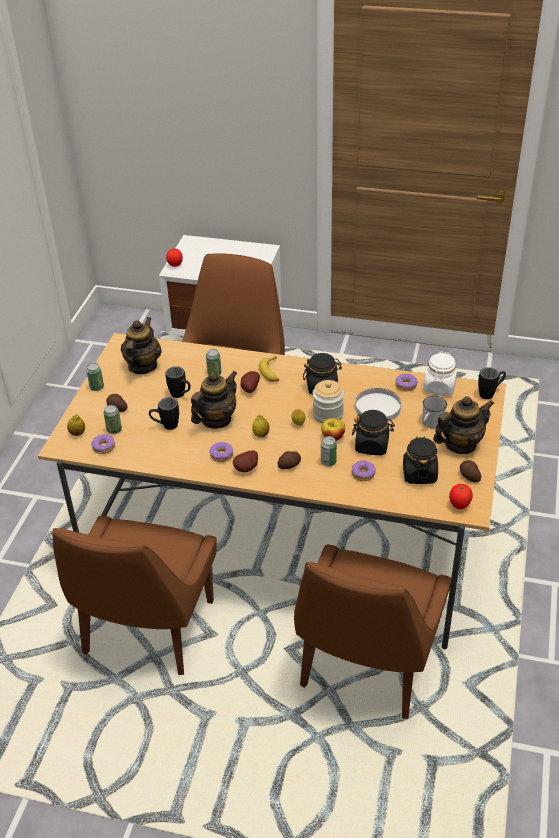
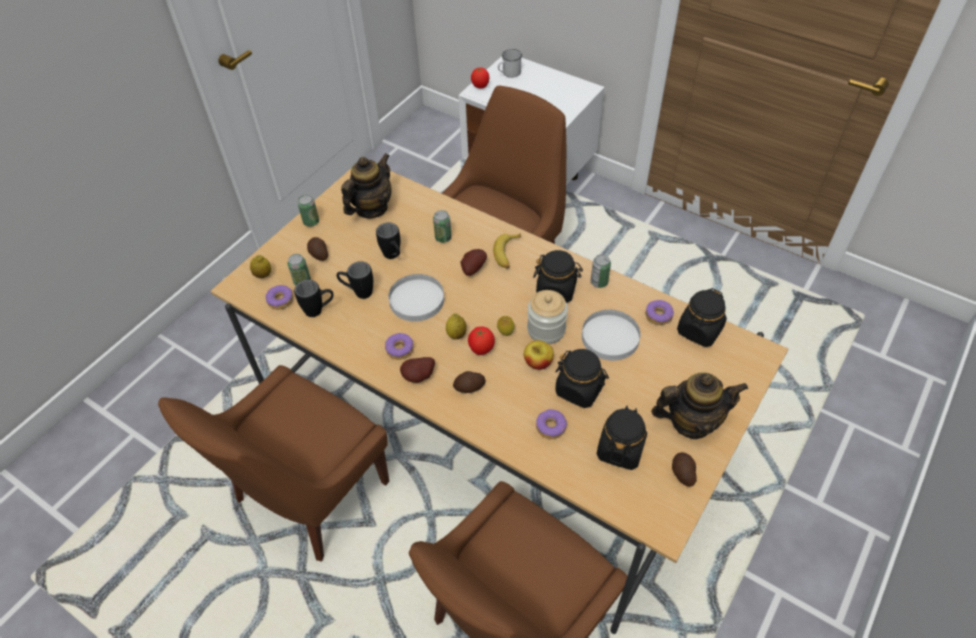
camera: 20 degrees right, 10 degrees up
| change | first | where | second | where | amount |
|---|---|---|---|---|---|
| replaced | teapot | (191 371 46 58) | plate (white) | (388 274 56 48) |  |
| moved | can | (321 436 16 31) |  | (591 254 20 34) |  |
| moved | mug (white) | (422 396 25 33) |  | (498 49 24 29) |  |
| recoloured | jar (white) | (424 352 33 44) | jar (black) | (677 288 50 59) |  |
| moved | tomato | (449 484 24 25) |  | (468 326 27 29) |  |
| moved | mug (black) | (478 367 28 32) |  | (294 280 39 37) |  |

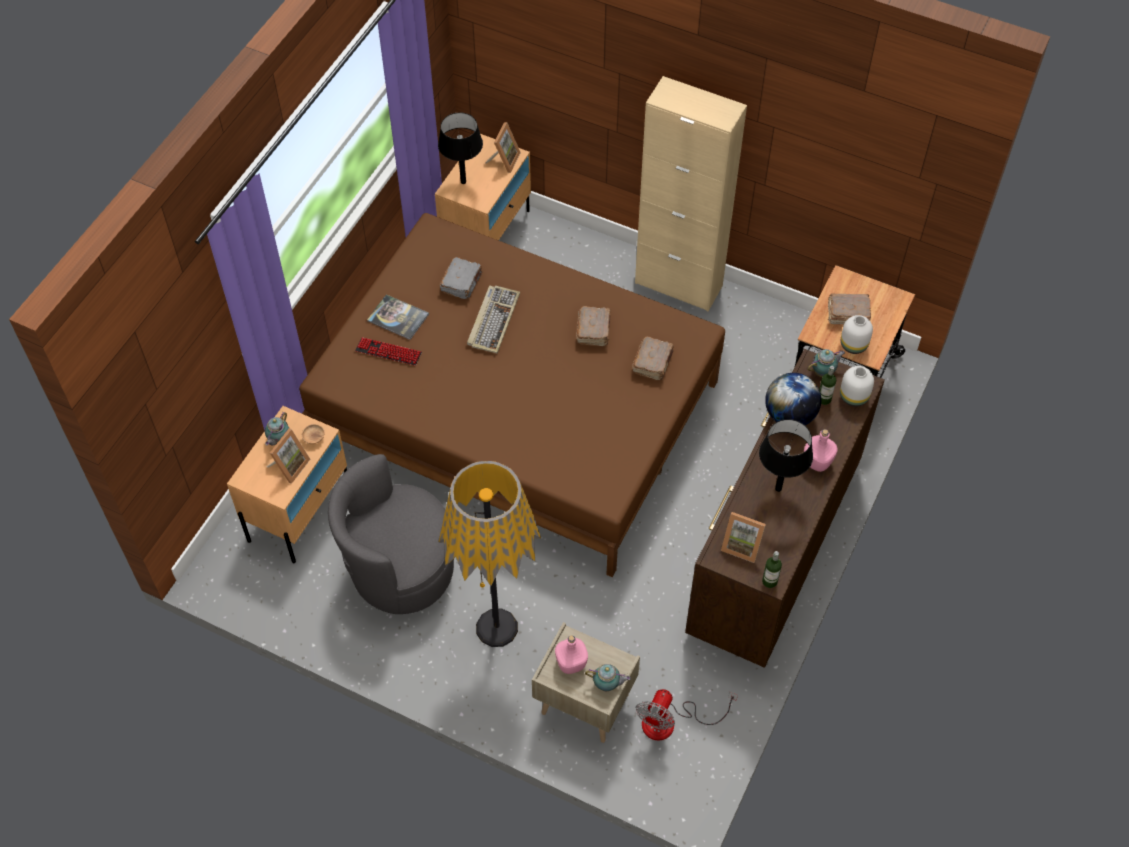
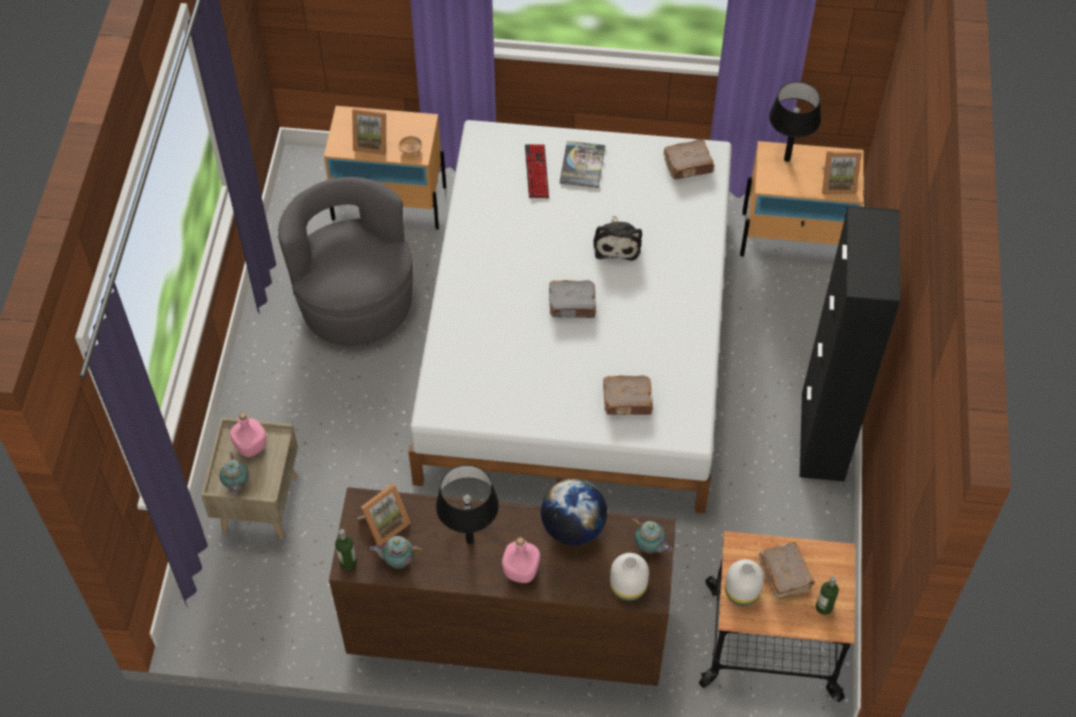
camera: 70 degrees right, 0 degrees up
| change | first | where | second | where | amount |
|---|---|---|---|---|---|
| moved | teapot | (265 412 25 34) |  | (370 536 53 33) |  |
| recoloured | bed (brown) | (299 213 426 364) | bed (white) | (409 120 323 394) |  |
| removed | floor lamp | (438 461 103 186) |  |  |  |
| moved | book (grey) | (440 257 42 42) |  | (549 280 47 38) |  |
| replaced | keyboard | (467 286 53 67) | plush toy | (593 216 49 45) |  |
| moved | book (brown) | (576 306 35 40) |  | (663 139 51 40) |  |
| recoloured | cabinet (beige) | (635 76 112 235) | cabinet (black) | (799 205 101 276) |  |
| removed | fan | (636 689 102 51) |  |  |  |
| turned | picture frame | (721 512 45 51) |  | (357 483 53 62) | 135 degrees counterclockwise |
| moved | bottle | (819 366 17 39) |  | (816 576 23 39) |  |

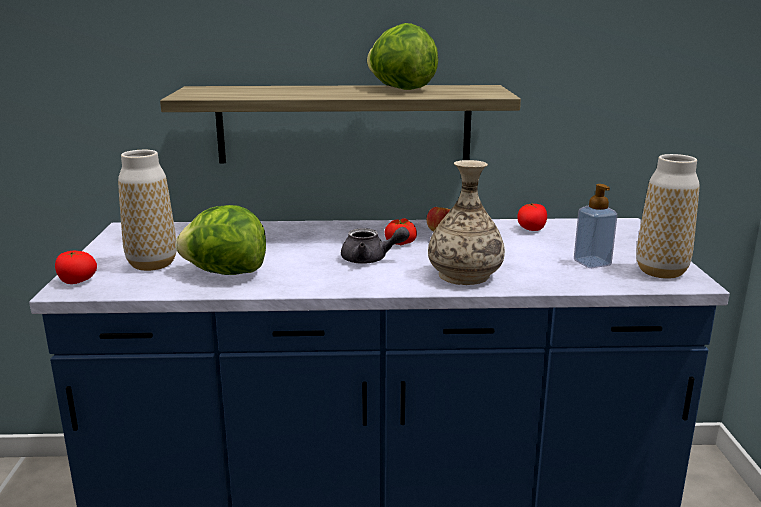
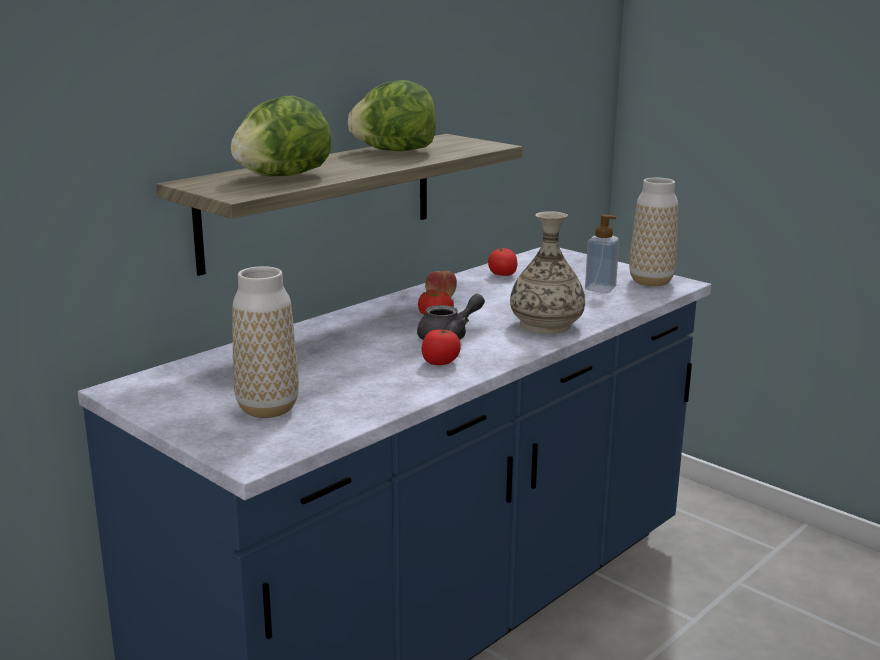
camera: 45 degrees left, 0 degrees up
| change | first | where | second | where | amount |
|---|---|---|---|---|---|
| moved | tomato | (55 251 42 33) |  | (422 329 39 36) |  |
| moved | lettuce | (176 205 90 70) |  | (231 96 101 81) |  |

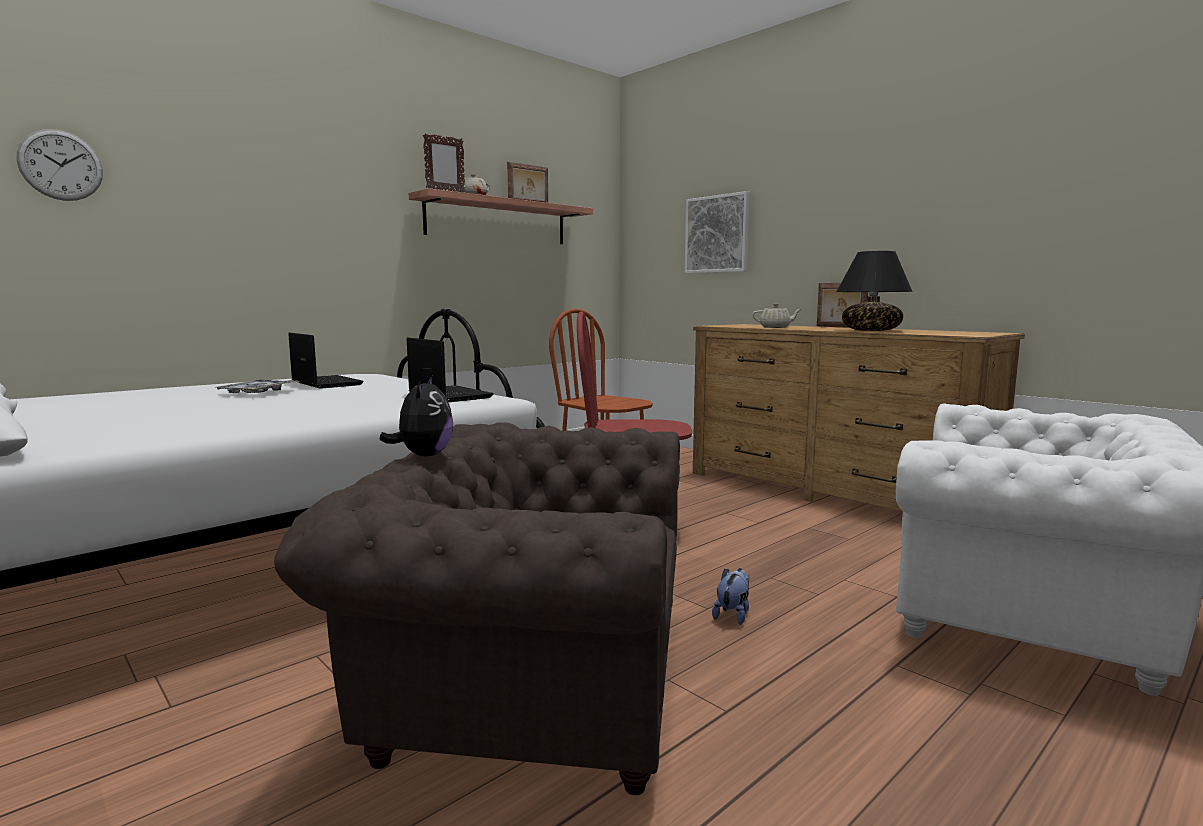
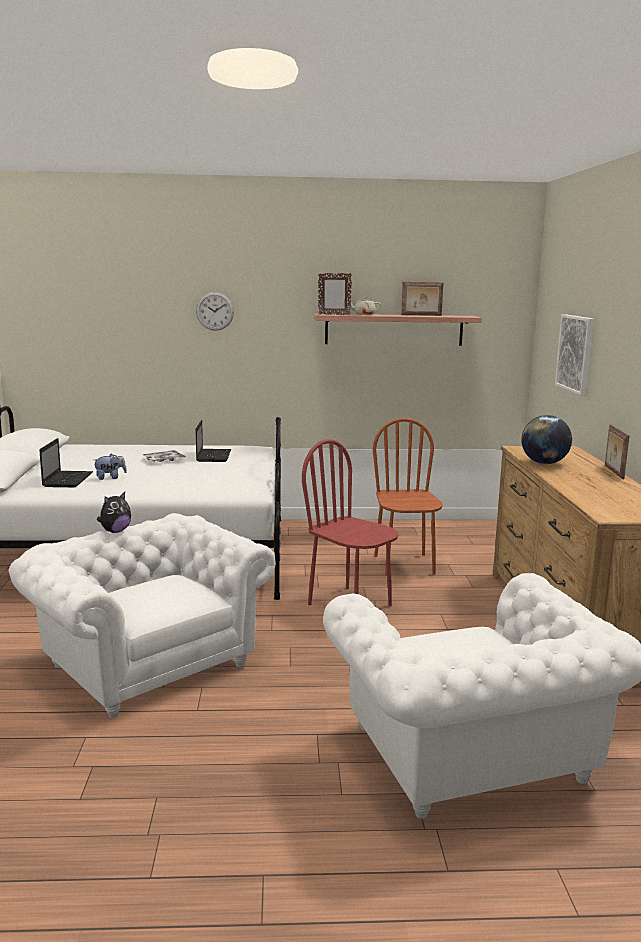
camera: 40 degrees right, 5 degrees up
| change | first | where | second | where | amount |
|---|---|---|---|---|---|
| moved | wall clock | (17 129 86 72) |  | (196 292 38 39) |  |
| recoloured | armchair (brown) | (274 422 406 373) | armchair (white) | (8 513 268 205) |  |
| moved | laptop | (406 337 88 65) |  | (39 438 54 49) |  |
| moved | plush toy | (712 568 37 57) |  | (94 454 33 26) |  |
| replaced | teapot (beige) | (752 304 49 24) | globe | (521 415 51 49) |  |
| removed | table lamp (black) | (836 251 77 80) |  |  |  |

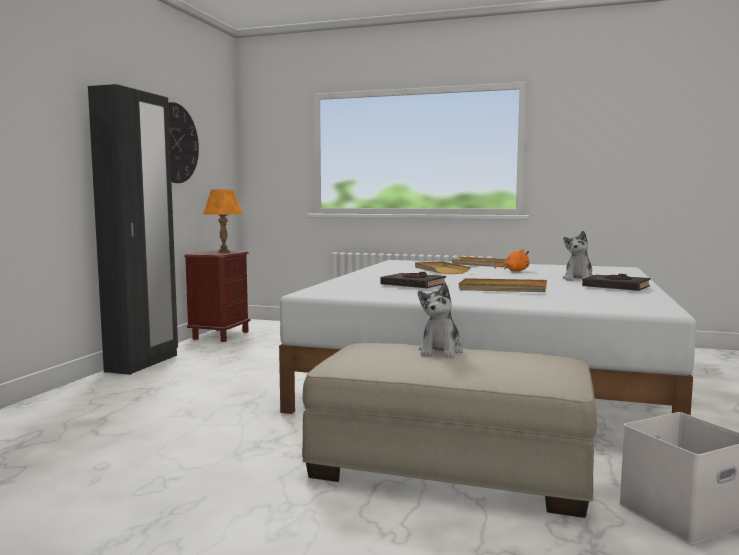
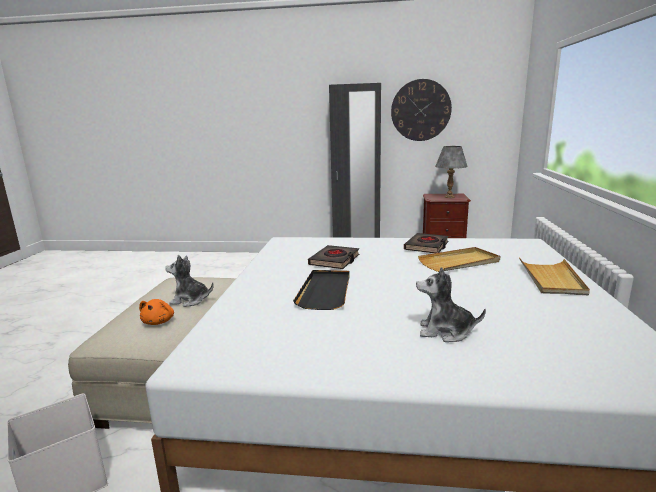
camera: 80 degrees right, 10 degrees up
| change | first | where | second | where | amount |
|---|---|---|---|---|---|
| recoloured | table lamp (orange) | (203 190 39 63) | table lamp (grey) | (435 146 33 52) |  |
| recoloured | tray (beige) | (459 278 88 14) | tray (black) | (293 270 57 40) |  |
| moved | plush toy (orange) | (494 249 35 22) |  | (139 299 35 26) |  |
| moved | book (black) | (582 274 68 17) |  | (404 233 45 20) |  |

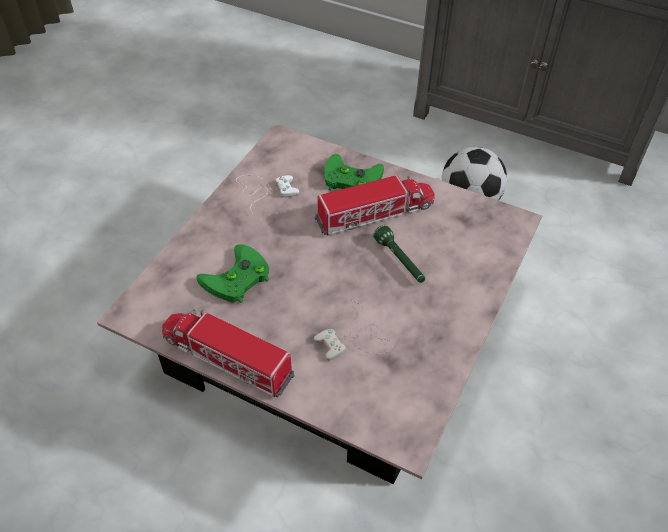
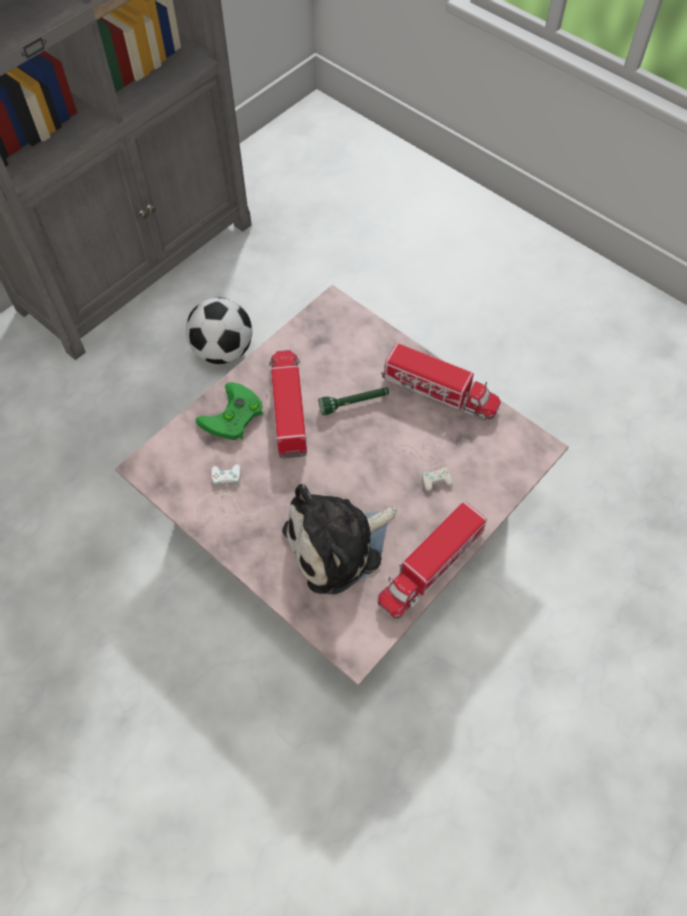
camera: 75 degrees left, 10 degrees up
| change | first | where | second | where | amount |
|---|---|---|---|---|---|
| replaced | game controller (green) | (196 244 73 59) | plush toy | (282 484 114 111) |  |
| added |  |  | toy truck | (381 343 120 77) |  |

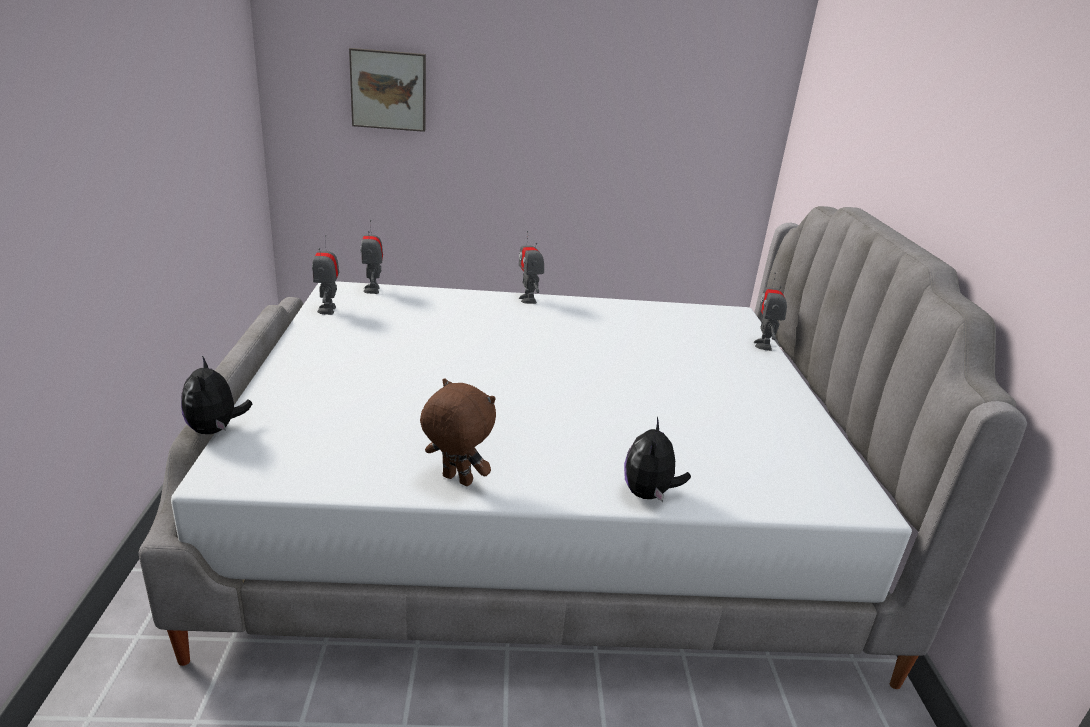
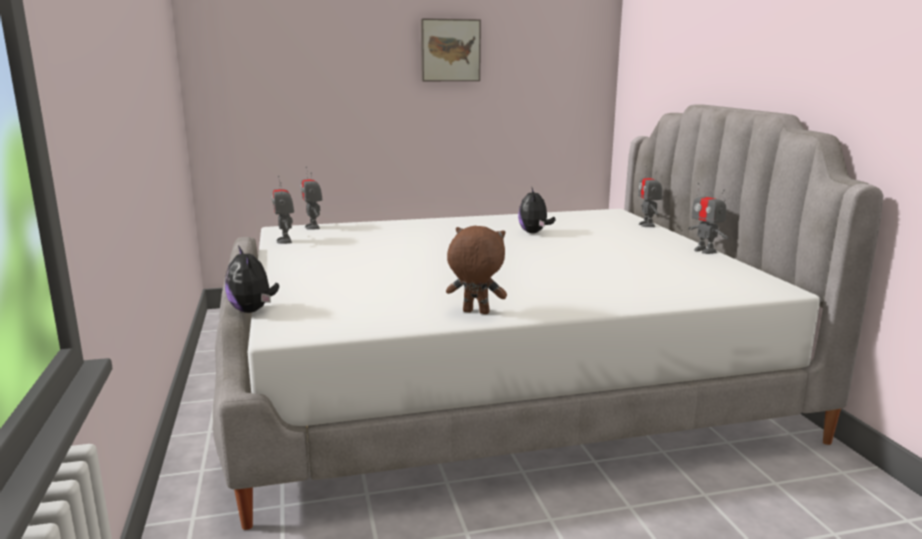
camera: 10 degrees left, 10 degrees down
| change | first | where | second | where | amount |
|---|---|---|---|---|---|
| moved | picture | (349 48 77 84) |  | (421 18 60 63) |  |
| moved | toy robot | (519 231 25 73) |  | (688 183 40 71) |  |
| moved | plush toy | (624 417 67 85) |  | (518 188 38 45) |  |

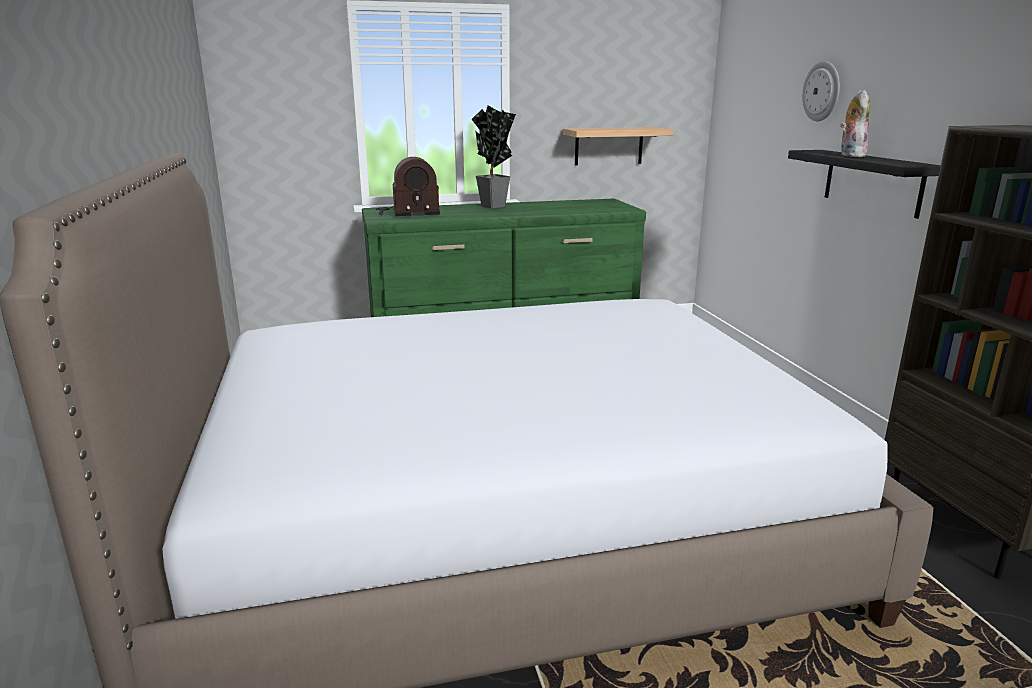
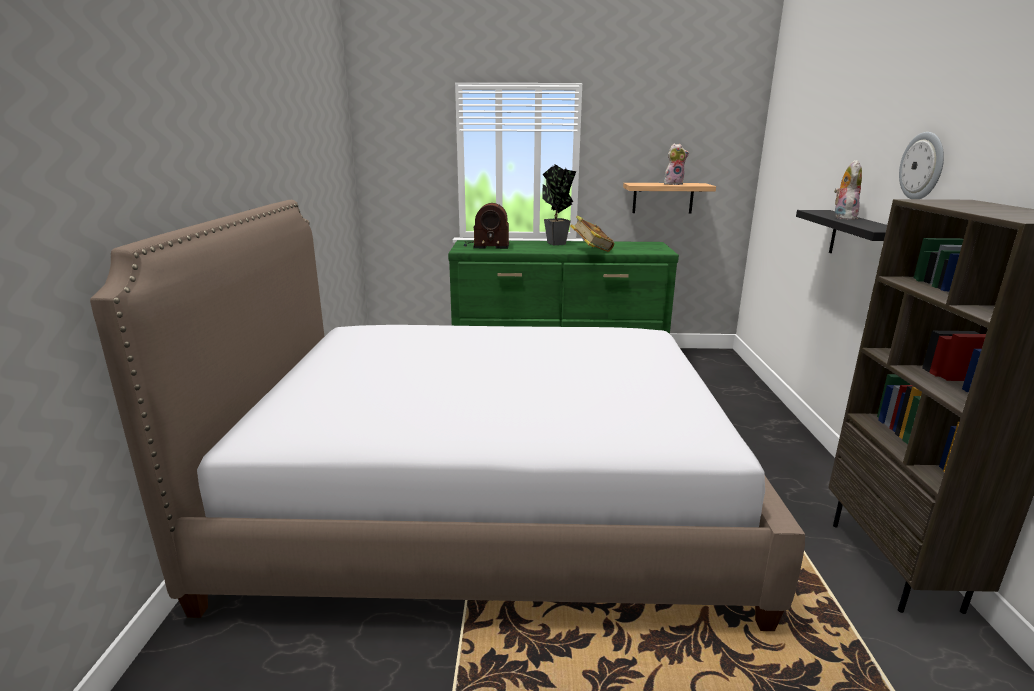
camera: 15 degrees right, 0 degrees up
| change | first | where | second | where | amount |
|---|---|---|---|---|---|
| moved | wall clock | (802 61 38 60) |  | (899 132 45 67) |  |
| added |  |  | book | (570 216 45 36) |  |
| added |  |  | plush toy | (664 144 25 41) |  |

